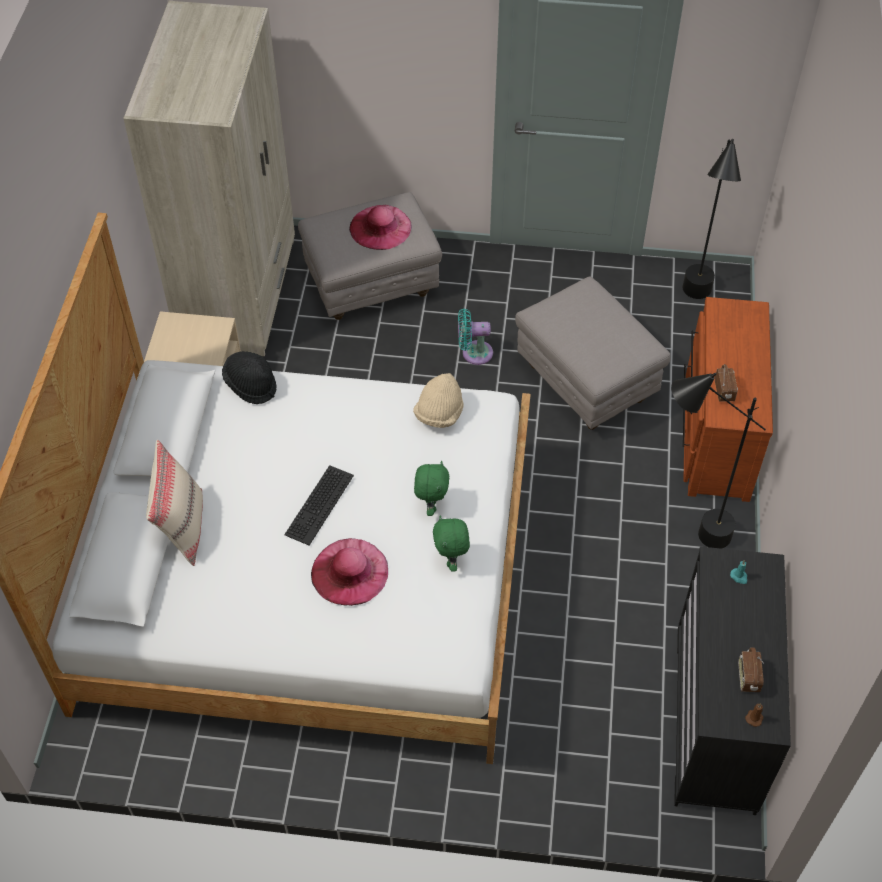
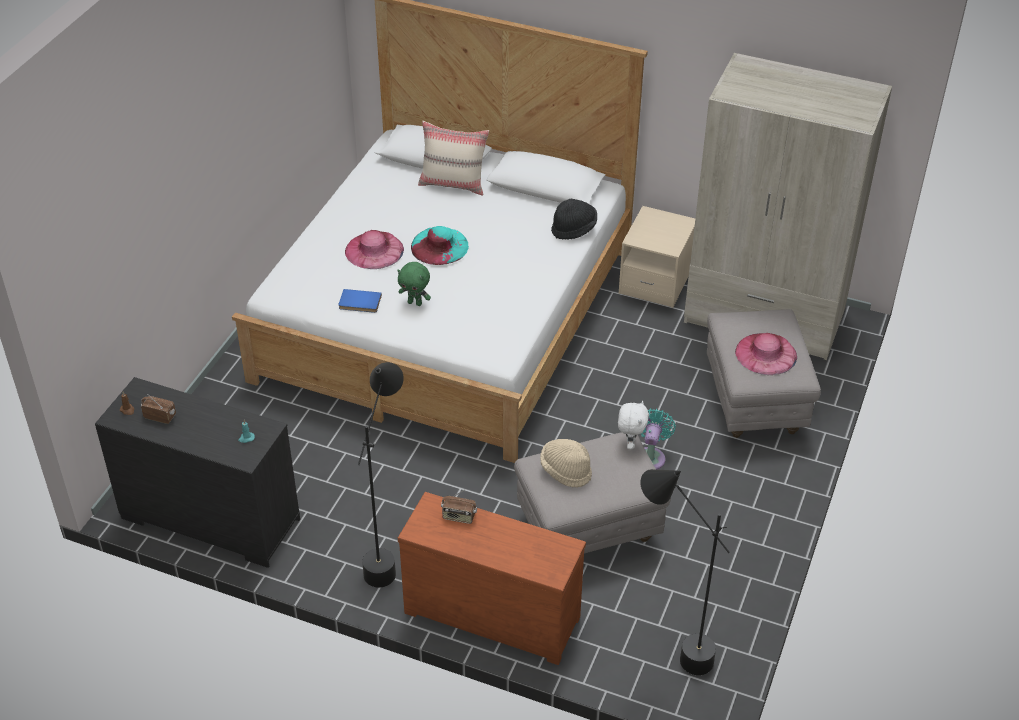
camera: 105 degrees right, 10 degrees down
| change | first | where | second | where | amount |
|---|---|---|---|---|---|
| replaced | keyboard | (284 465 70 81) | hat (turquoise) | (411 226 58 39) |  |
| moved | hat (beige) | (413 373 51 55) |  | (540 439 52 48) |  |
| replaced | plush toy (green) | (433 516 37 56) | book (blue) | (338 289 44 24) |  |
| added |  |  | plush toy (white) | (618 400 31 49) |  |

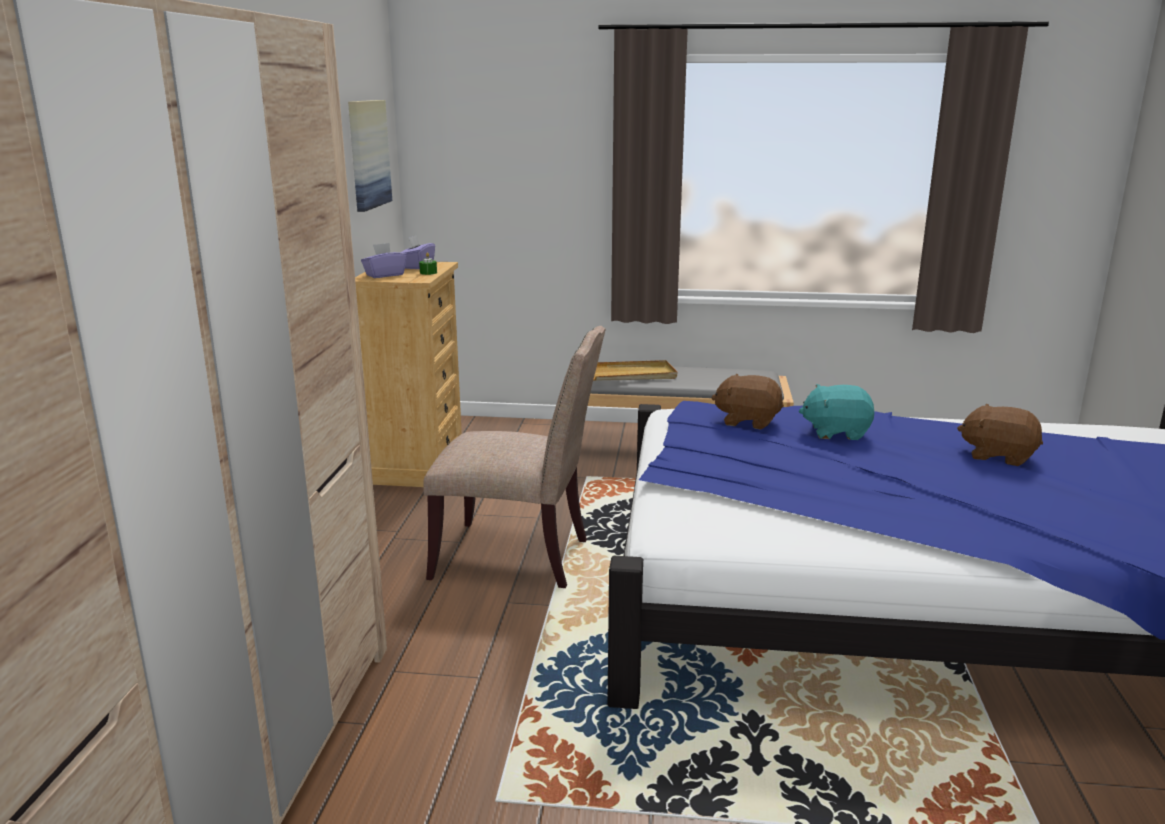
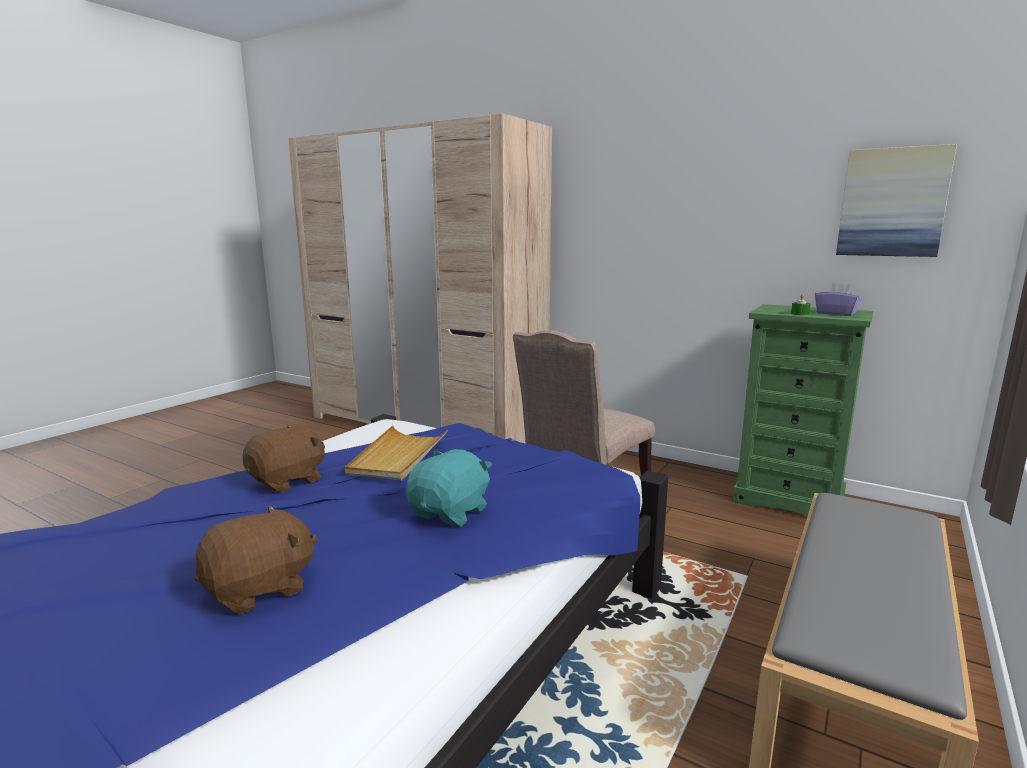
camera: 115 degrees right, 5 degrees down
| change | first | where | second | where | amount |
|---|---|---|---|---|---|
| recoloured | dresser (beige) | (355 262 107 225) | dresser (green) | (732 304 141 212) |  |
| removed | tissue box (purple) | (361 243 46 35) |  |  |  |
| moved | tray (beige) | (593 360 84 21) |  | (345 425 103 55) |  |
| moved | plush toy (brown) | (711 374 73 55) |  | (242 426 83 67) |  |

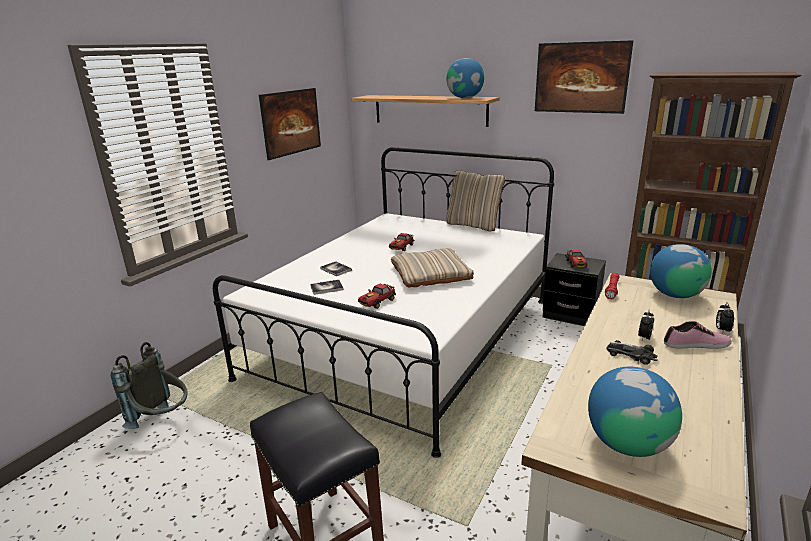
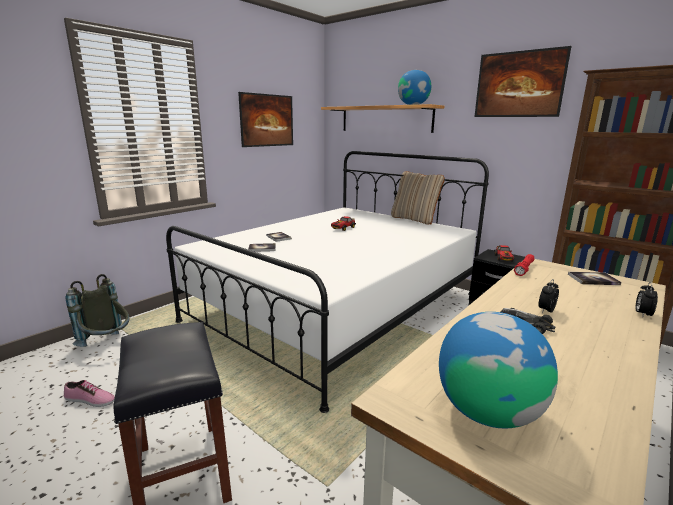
camera: 10 degrees right, 5 degrees down
| change | first | where | second | where | amount |
|---|---|---|---|---|---|
| removed | toy car | (358 284 38 25) |  |  |  |
| removed | pillow (beige) | (391 248 83 40) |  |  |  |
| replaced | globe | (650 244 62 54) | book | (568 272 53 13) |  |
| moved | shoe | (664 321 68 28) |  | (64 380 51 27) |  |

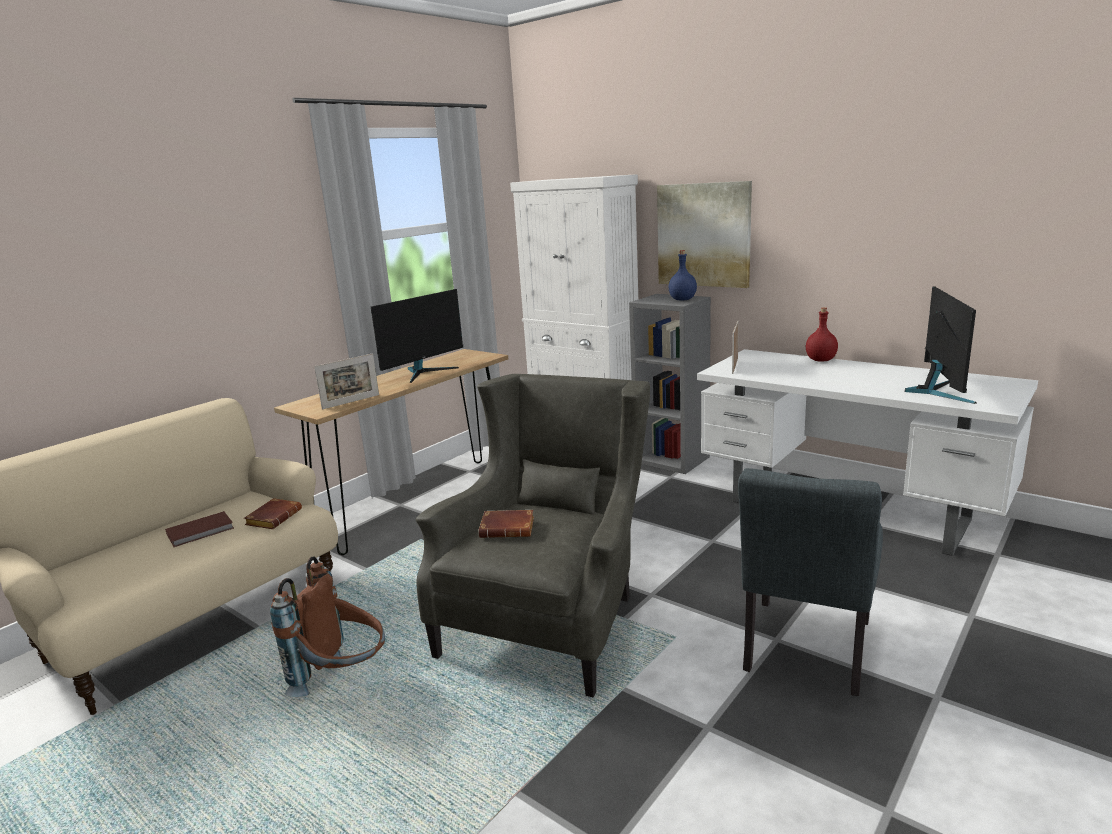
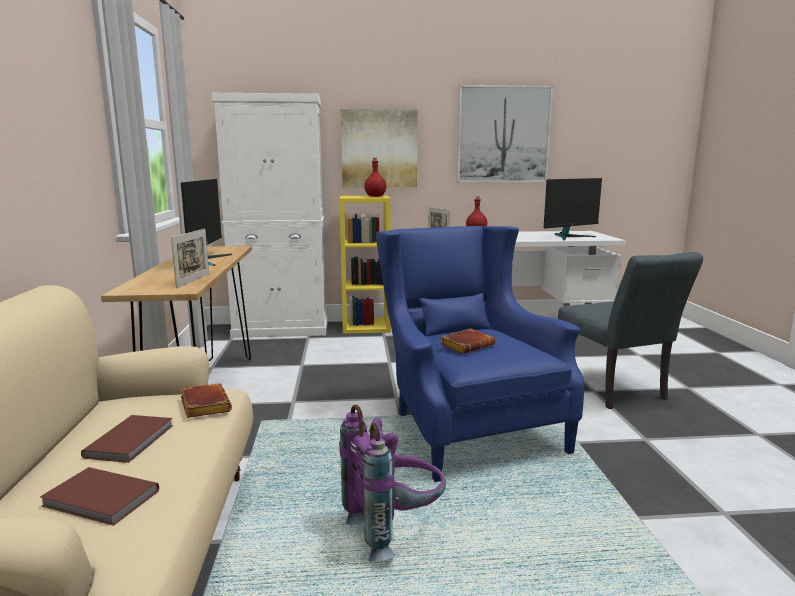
camera: 45 degrees left, 5 degrees down
| change | first | where | second | where | amount |
|---|---|---|---|---|---|
| recoloured | backpack (brown) | (270 556 115 141) | backpack (purple) | (339 405 107 157) |  |
| recoloured | armchair (grey) | (416 374 234 323) | armchair (blue) | (376 226 208 256) |  |
| recoloured | bookcase (grey) | (629 294 82 180) | bookcase (yellow) | (339 196 52 138) |  |
| recoloured | bottle (blue) | (668 250 29 51) | bottle (red) | (364 158 22 39) |  |
| turned | monitor | (904 286 73 118) |  | (544 178 58 62) | 90 degrees clockwise |
| added |  |  | book (brown) | (40 467 119 59) |  |
| added |  |  | picture | (457 85 96 97) |  |

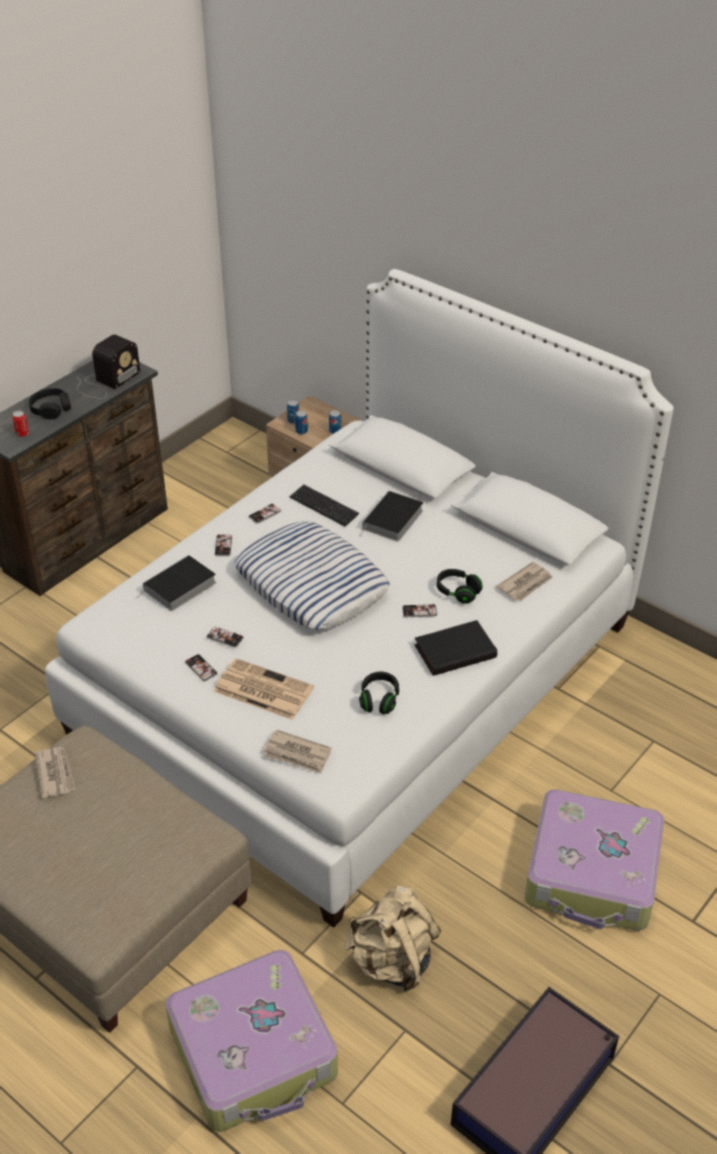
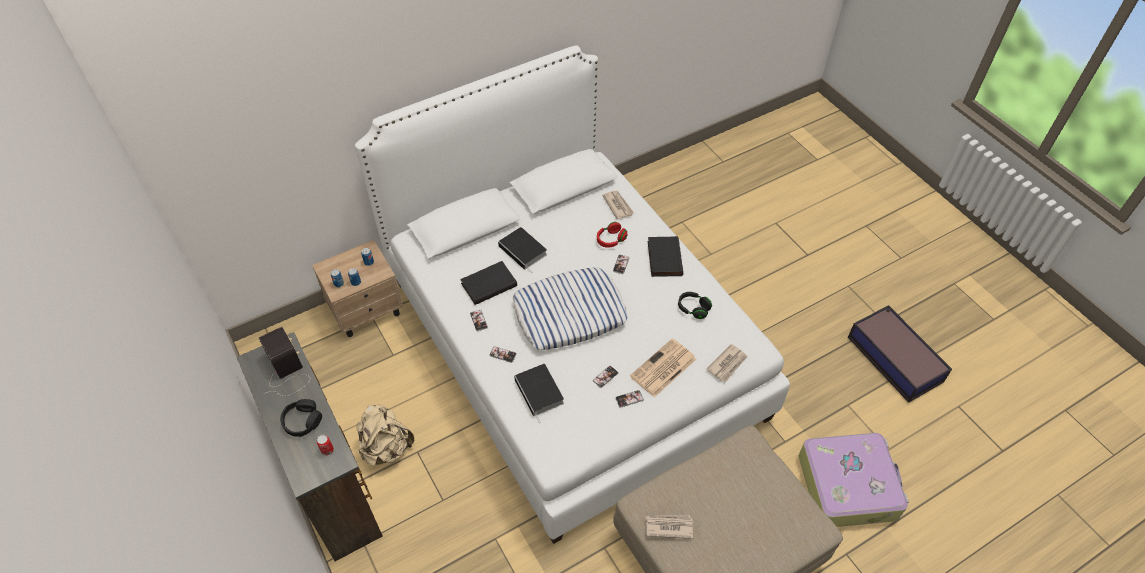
camera: 70 degrees left, 10 degrees up
| change | first | where | second | where | amount |
|---|---|---|---|---|---|
| replaced | keyboard | (290 485 69 42) | book (black) | (460 261 57 44) |  |
| moved | backpack (beige) | (344 886 97 106) |  | (356 404 58 62) |  |
| recoloured | headphones (black) | (437 569 46 35) | headphones (red) | (597 222 31 26) |  |
| removed | suitcase | (525 789 139 142) |  |  |  |

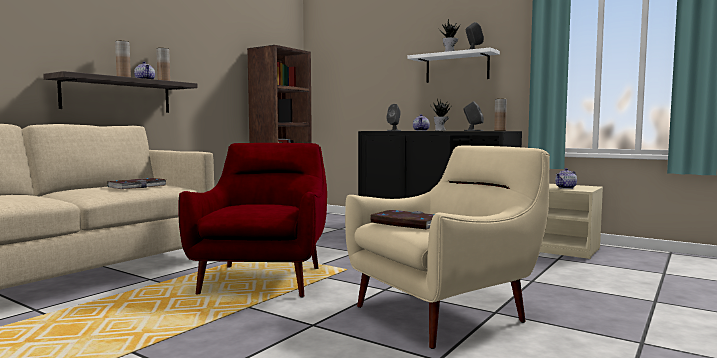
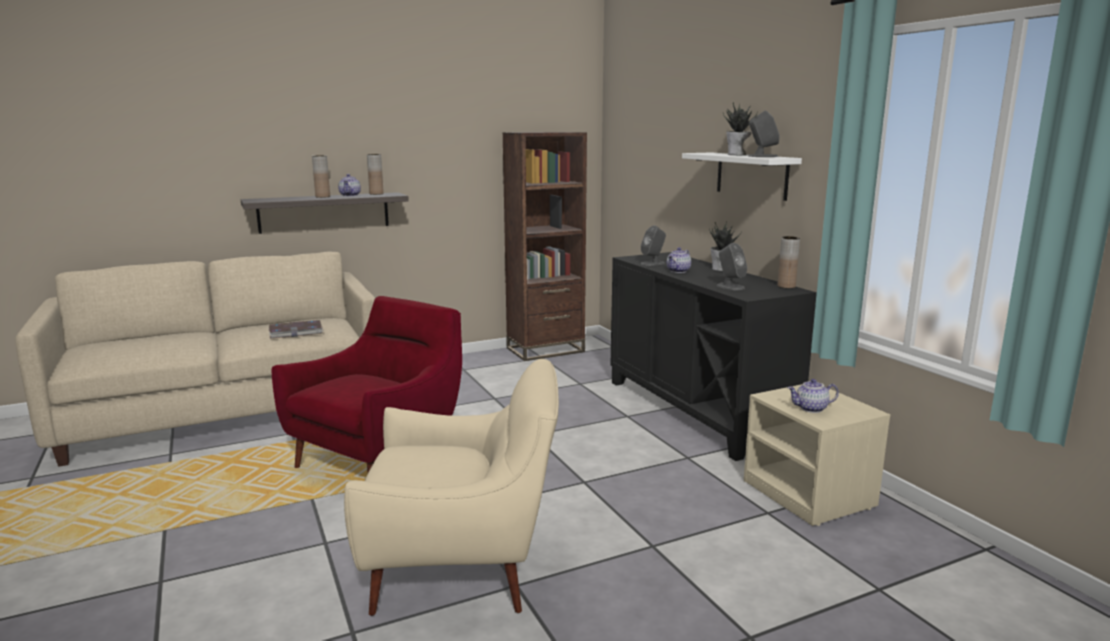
camera: 30 degrees right, 10 degrees up
| change | first | where | second | where | amount |
|---|---|---|---|---|---|
| removed | book | (371 210 63 19) |  |  |  |

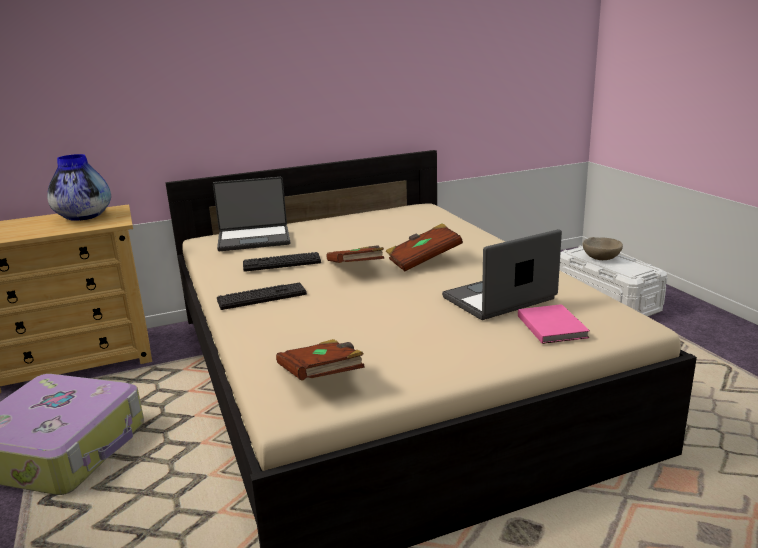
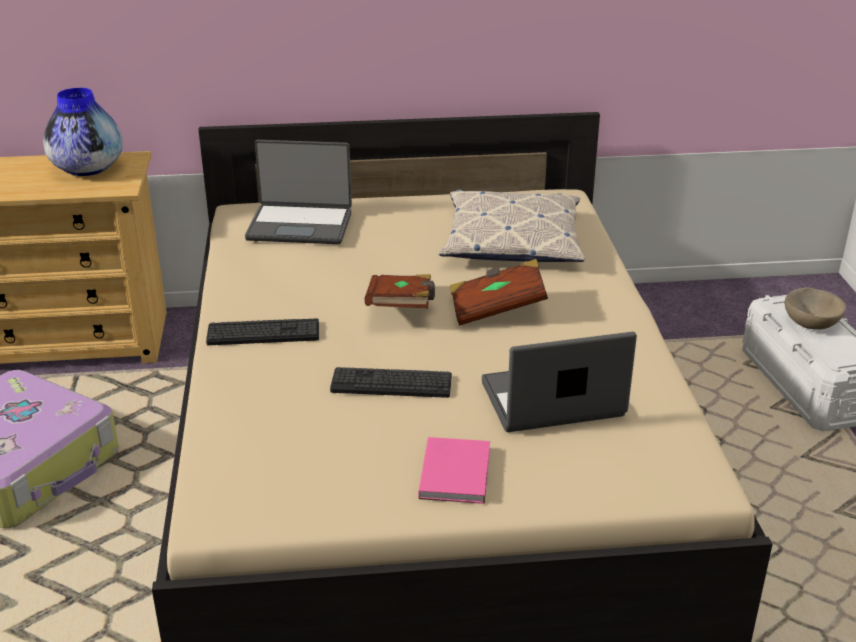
camera: 15 degrees right, 10 degrees up
| change | first | where | second | where | amount |
|---|---|---|---|---|---|
| moved | keyboard | (243 252 78 20) |  | (330 367 122 31) |  |
| removed | book (brown) | (276 339 89 42) |  |  |  |
| moved | book (pink) | (518 304 72 40) |  | (418 437 72 67) |  |
| added |  |  | pillow | (439 189 146 73) |  |

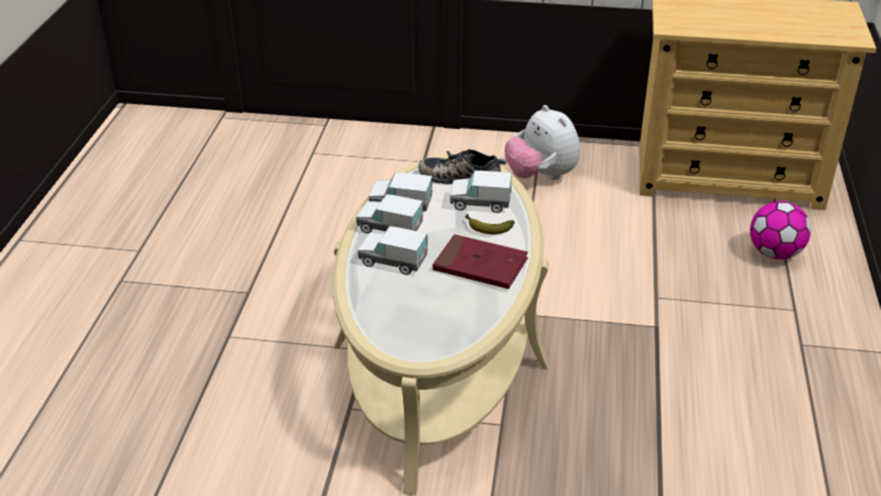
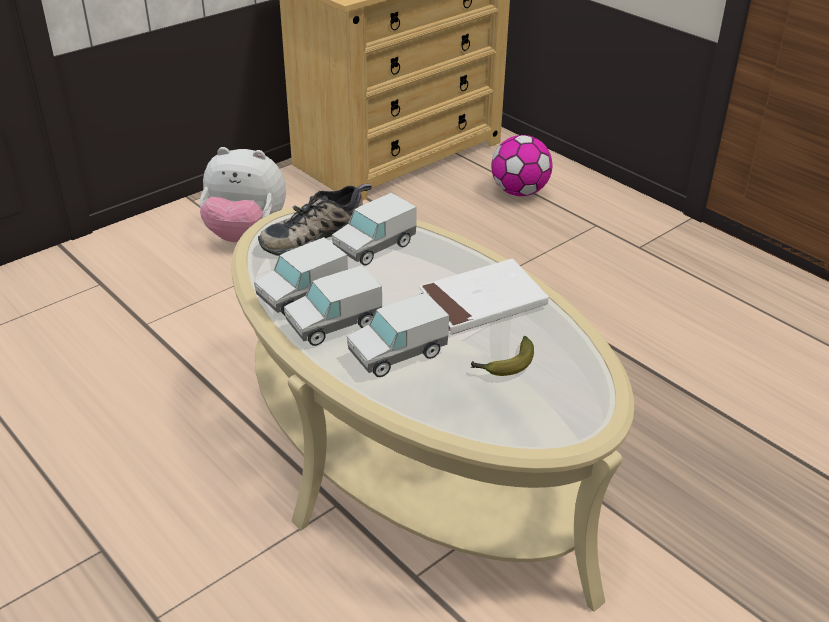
camera: 50 degrees left, 0 degrees up
| change | first | where | second | where | amount |
|---|---|---|---|---|---|
| recoloured | book (red) | (433 234 95 55) | book (white) | (419 259 130 76) |  |
| moved | banana | (465 214 50 20) |  | (471 336 63 40) |  |

